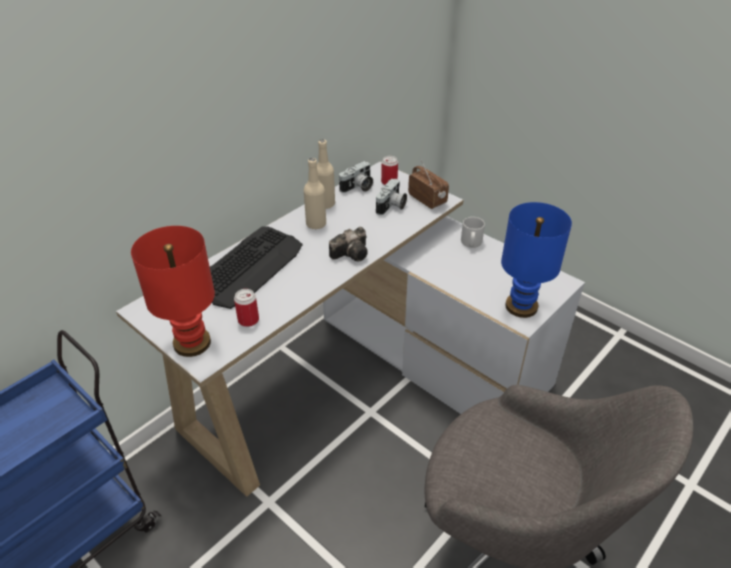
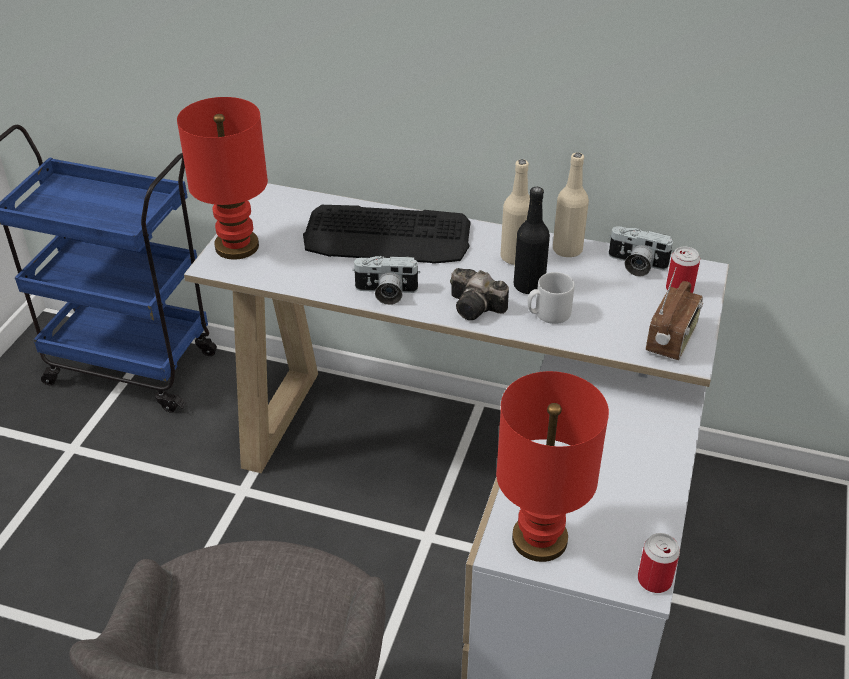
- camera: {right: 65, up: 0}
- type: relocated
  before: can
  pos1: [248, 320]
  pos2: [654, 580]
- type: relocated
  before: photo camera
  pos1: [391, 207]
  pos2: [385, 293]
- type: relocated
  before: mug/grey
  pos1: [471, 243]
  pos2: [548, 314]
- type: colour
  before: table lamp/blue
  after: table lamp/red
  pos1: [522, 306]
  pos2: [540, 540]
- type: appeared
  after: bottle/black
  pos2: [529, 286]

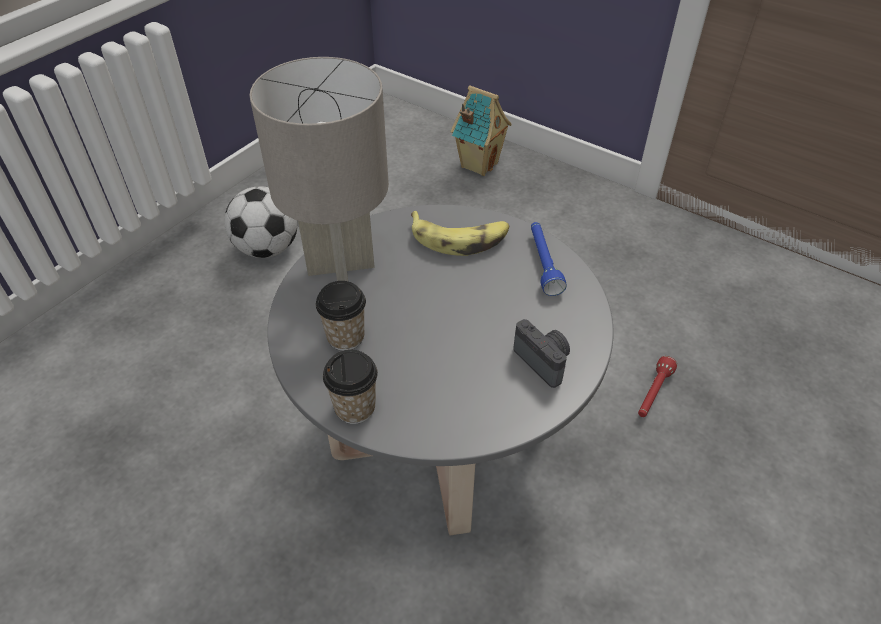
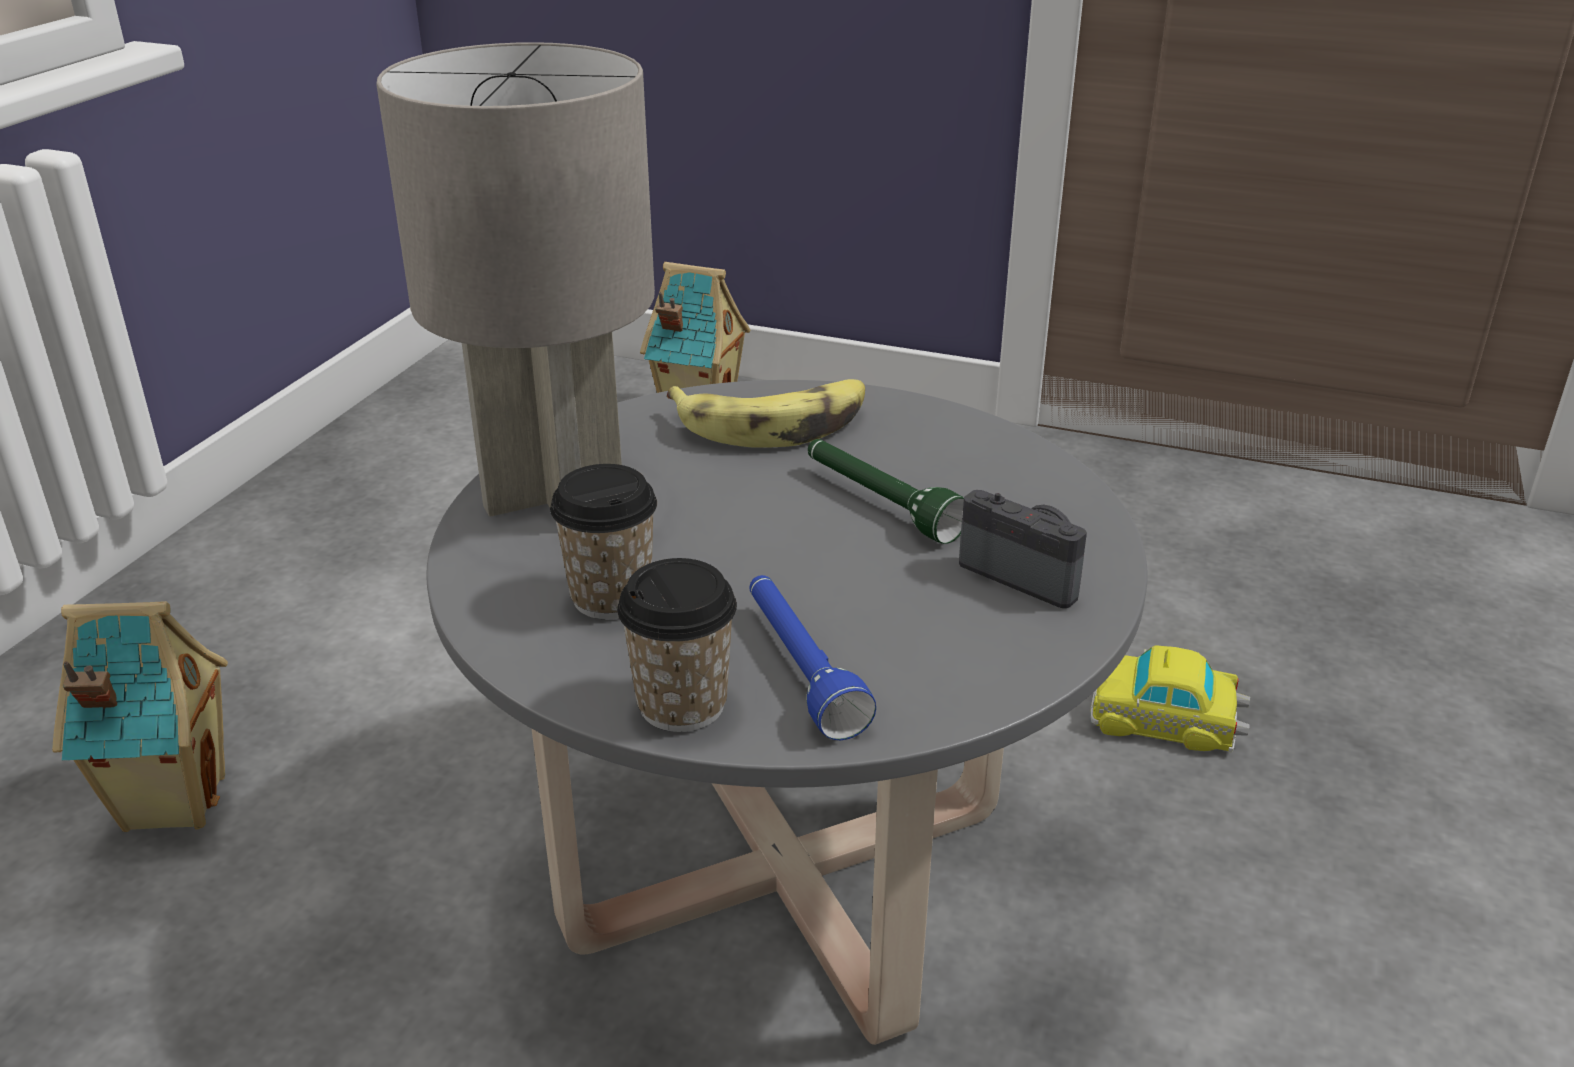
- camera: {right: -15, up: -15}
- type: missing
  before: football
  pos1: [267, 249]
- type: relocated
  before: flashlight/blue
  pos1: [543, 263]
  pos2: [800, 669]
- type: exchanged
  before: flashlight/red
  after: toy car
  pos1: [653, 393]
  pos2: [1167, 717]
- type: appeared
  after: toy house
  pos2: [171, 802]
- type: appeared
  after: flashlight/green
  pos2: [879, 504]

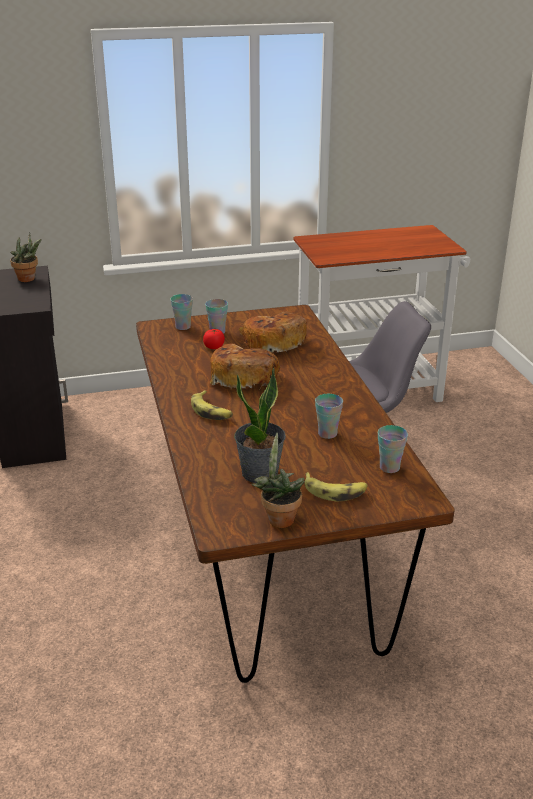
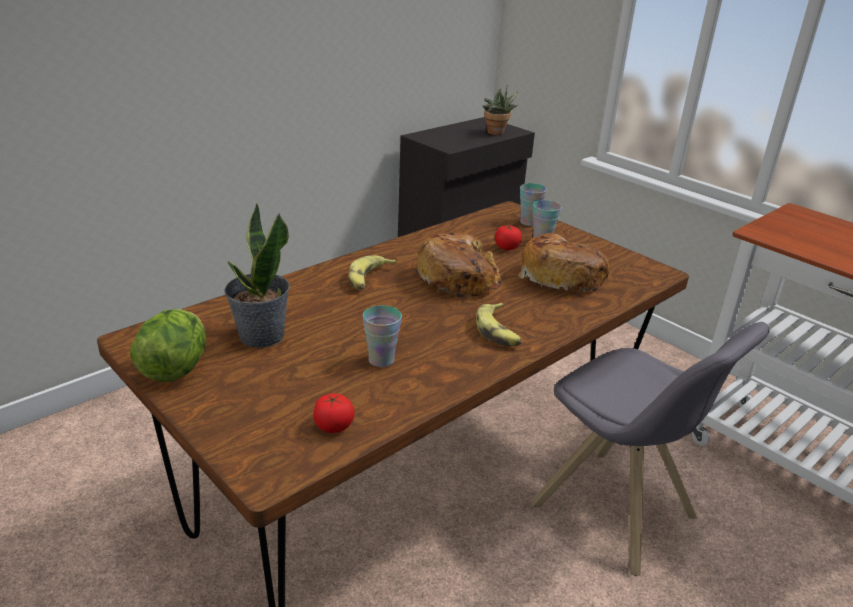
- camera: {right: 60, up: 0}
- type: exchanged
  before: potted plant
  after: lettuce
  pos1: [278, 518]
  pos2: [175, 369]
- type: relocated
  before: banana
  pos1: [335, 491]
  pos2: [499, 331]
- type: exchanged
  before: cup
  after: tomato
  pos1: [389, 467]
  pos2: [333, 426]

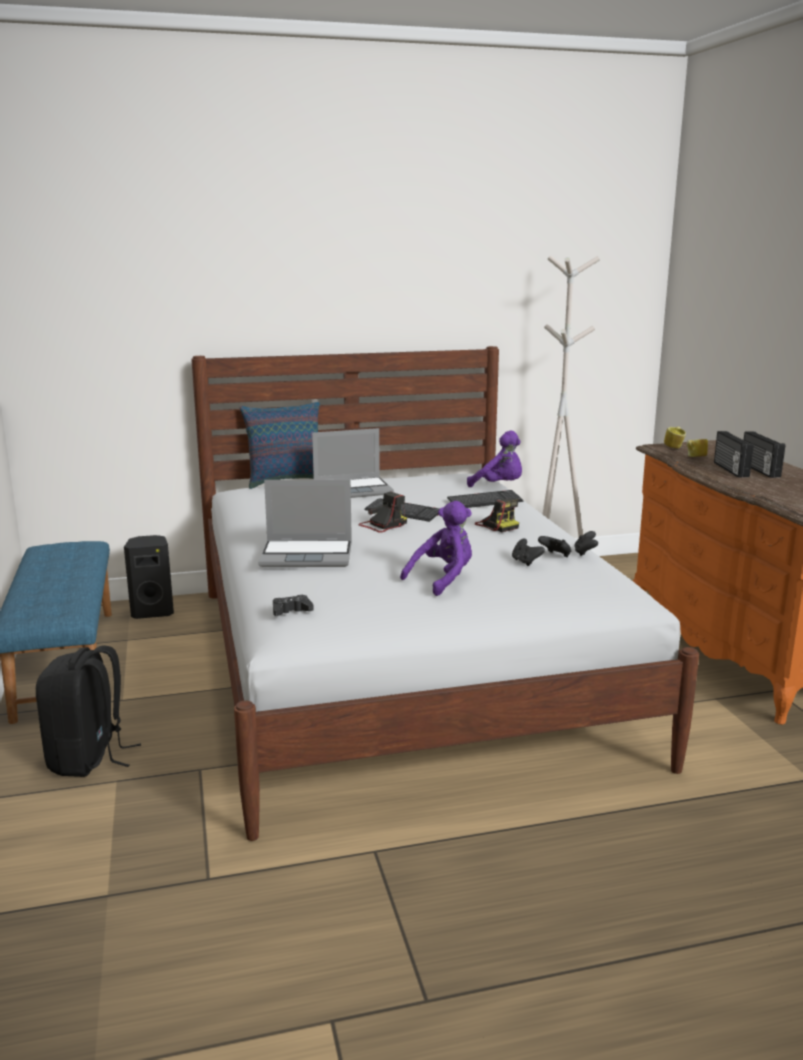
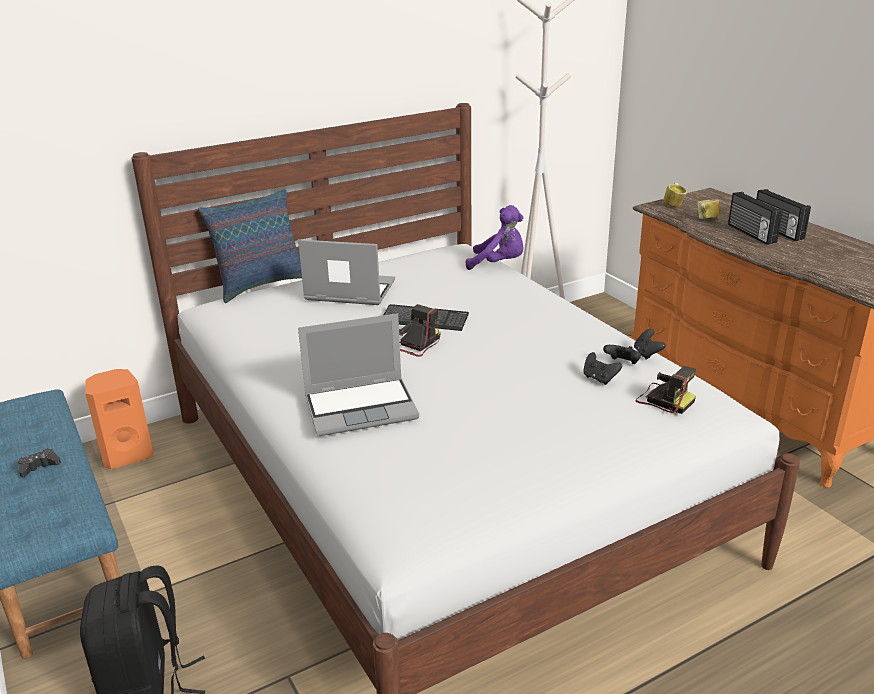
- camera: {right: -15, up: 10}
- type: colour
  before: speaker/black
  after: speaker/orange
  pos1: [153, 612]
  pos2: [127, 455]
- type: relocated
  before: game controller/black
  pos1: [291, 611]
  pos2: [39, 466]
- type: spun
  before: laptop
  pos1: [353, 490]
  pos2: [348, 291]
  turn: -135
- type: missing
  before: plush toy/purple
  pos1: [443, 579]
- type: missing
  before: keyboard
  pos1: [485, 501]
- type: relocated
  before: photo camera
  pos1: [497, 525]
  pos2: [663, 400]

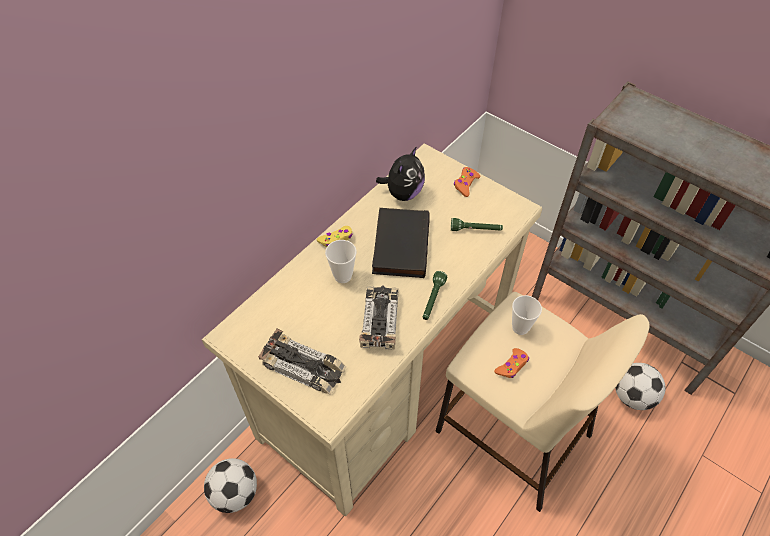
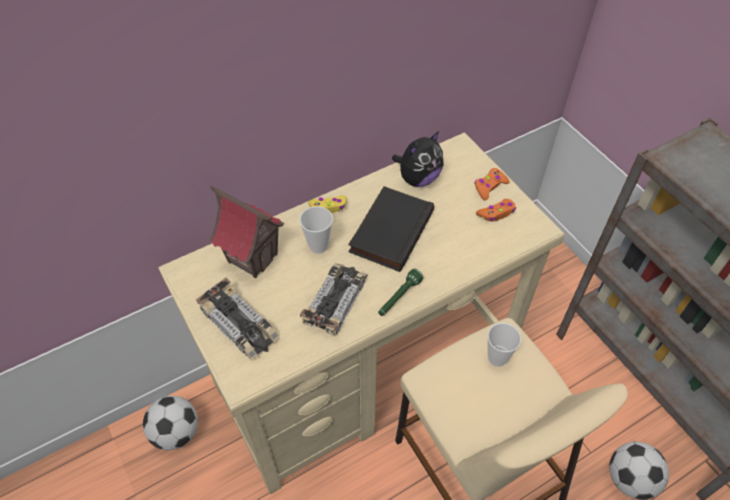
- camera: {right: 20, up: 0}
- type: missing
  before: flashlight/green
  pos1: [476, 230]
- type: relocated
  before: game controller/orange
  pos1: [512, 366]
  pos2: [496, 213]
- type: appeared
  after: toy house
  pos2: [253, 257]

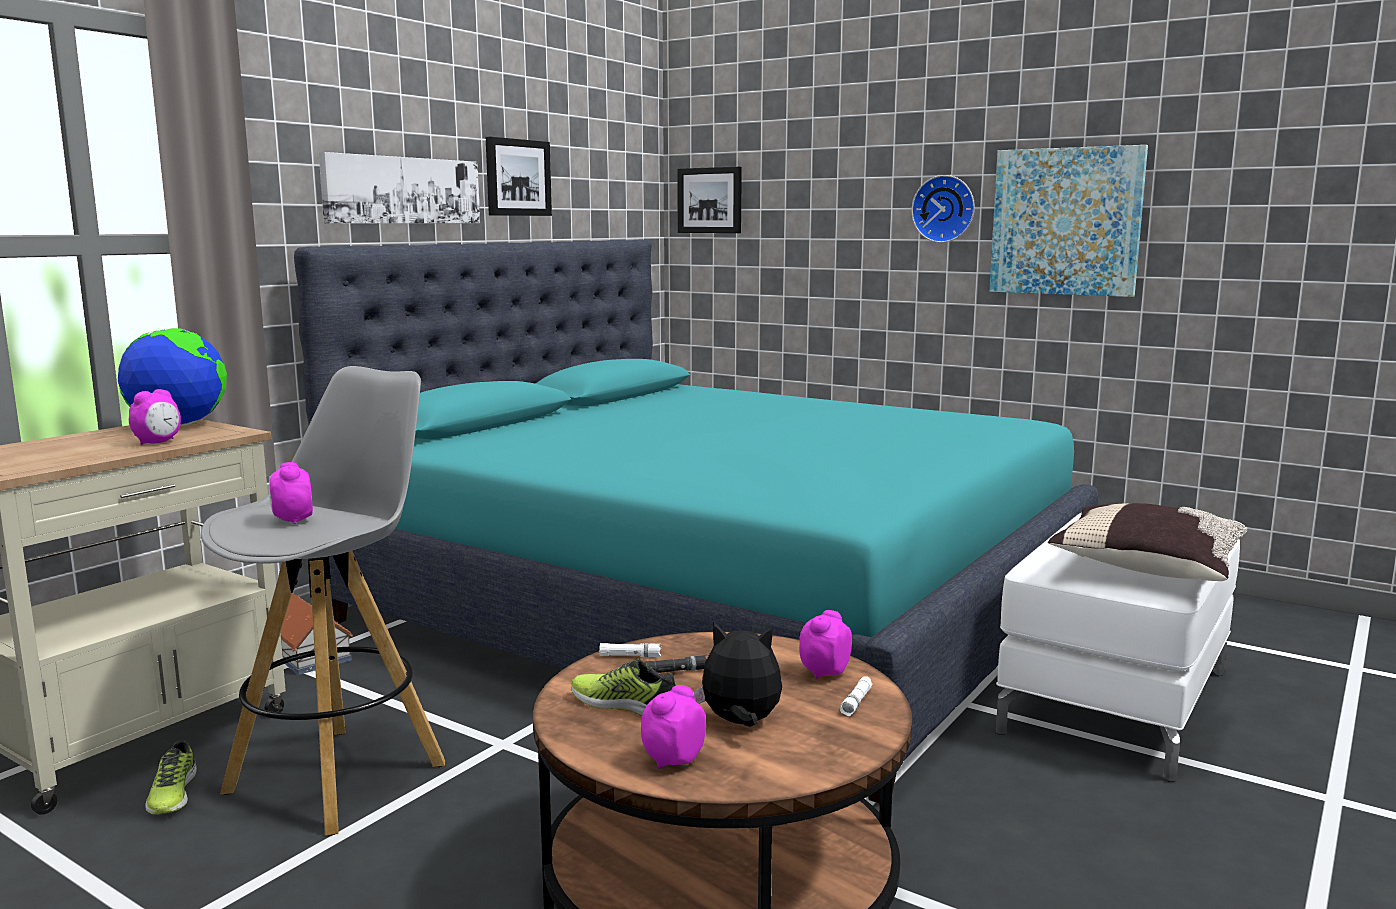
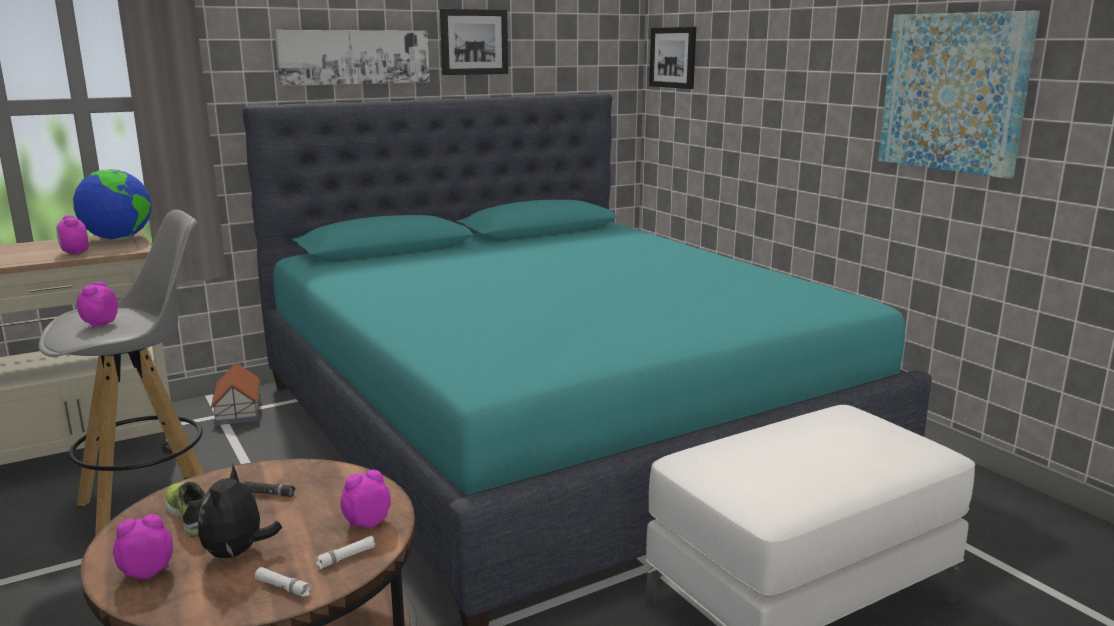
- camera: {right: 25, up: 5}
- type: spun
  before: alarm clock
  pos1: [158, 442]
  pos2: [75, 253]
  turn: 90
- type: missing
  before: shoe
  pos1: [172, 794]
- type: relocated
  before: flashlight/white
  pos1: [630, 656]
  pos2: [283, 587]
- type: spun
  before: plush toy
  pos1: [740, 723]
  pos2: [237, 553]
  turn: -120
- type: missing
  before: wall clock
  pos1: [944, 209]
- type: missing
  before: pillow
  pos1: [1147, 566]

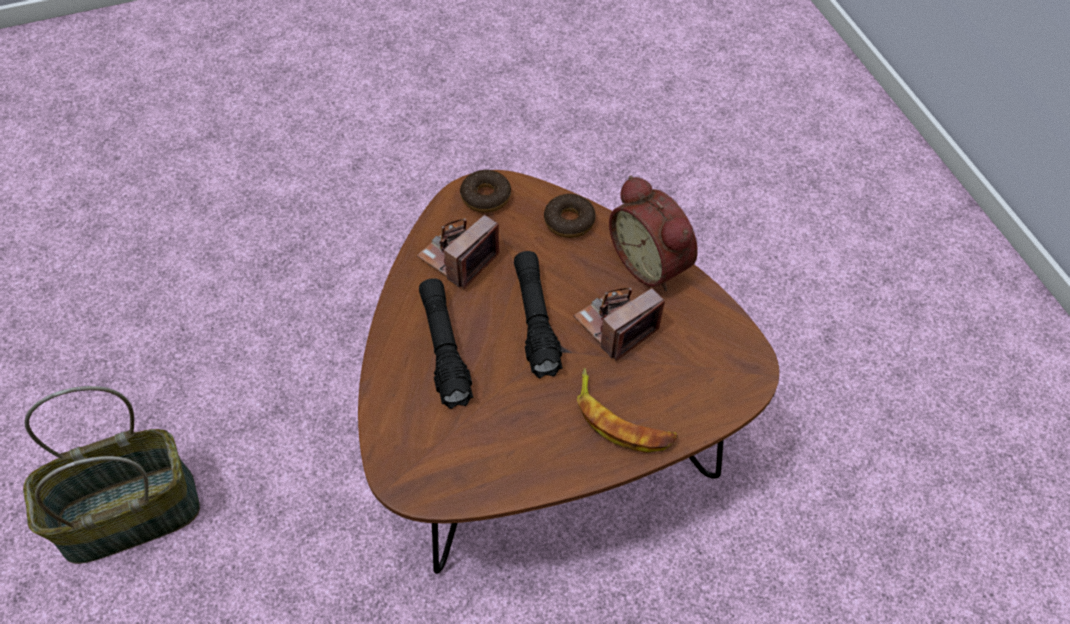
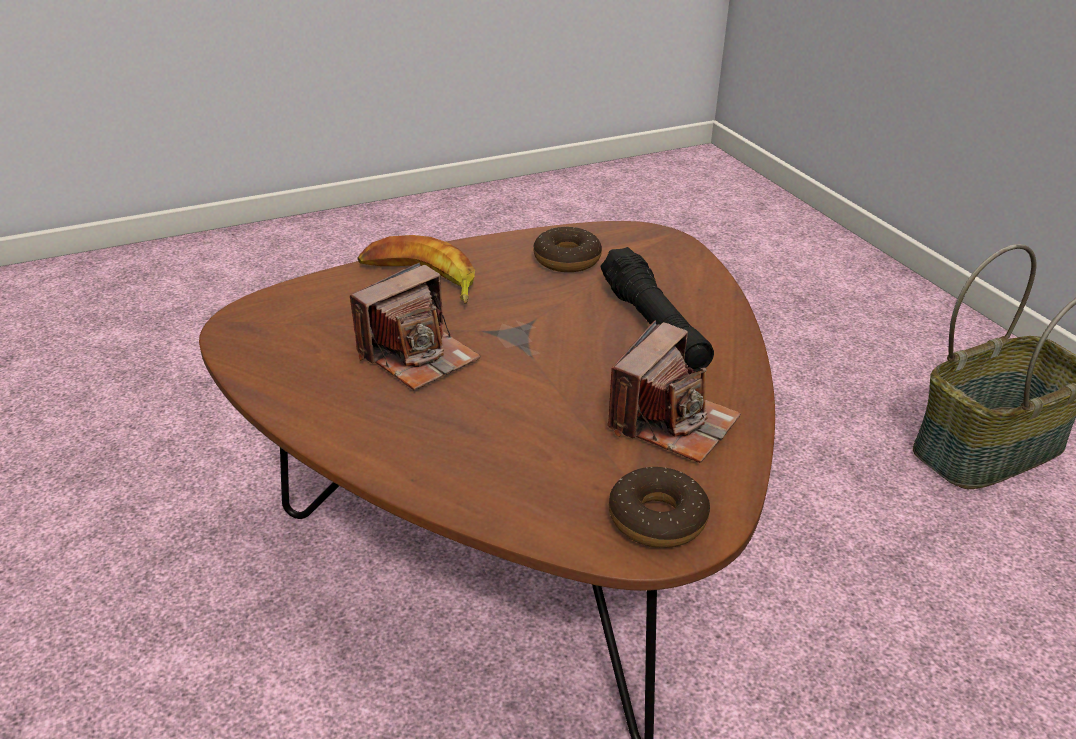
- camera: {right: 175, up: -20}
- type: missing
  before: flashlight/black
  pos1: [535, 320]
- type: relocated
  before: donut
  pos1: [569, 221]
  pos2: [567, 259]
- type: missing
  before: alarm clock
  pos1: [652, 263]

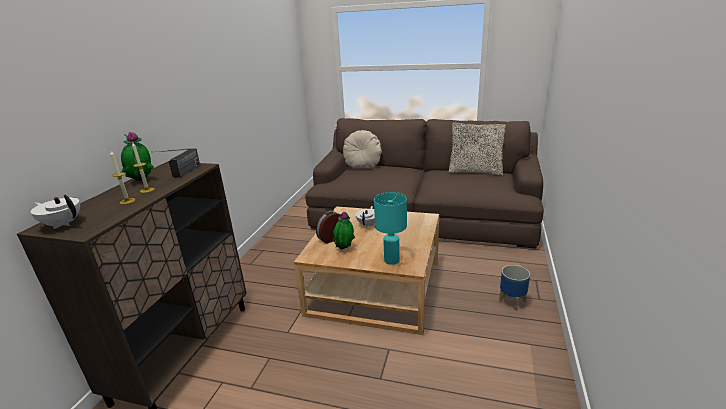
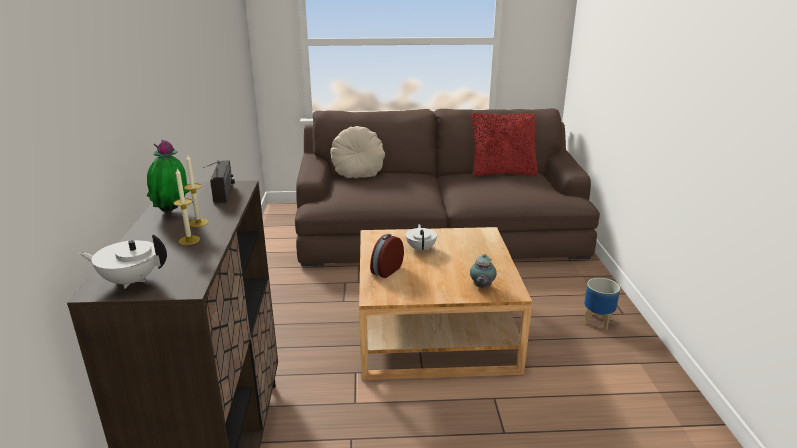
- camera: {right: -20, up: 0}
- type: missing
  before: potted plant
  pos1: [344, 249]
- type: exchanged
  before: table lamp/turquoise
  after: teapot
  pos1: [391, 260]
  pos2: [481, 287]
- type: colour
  before: pillow/beige
  after: pillow/red
  pos1: [475, 170]
  pos2: [502, 171]

